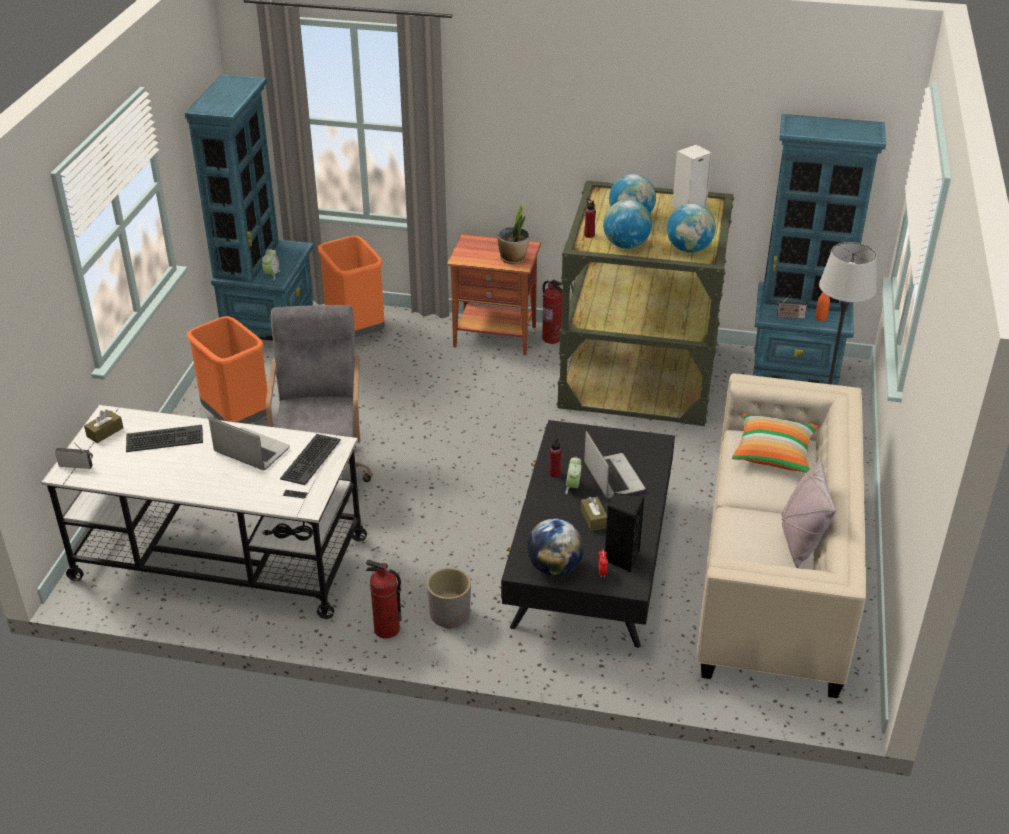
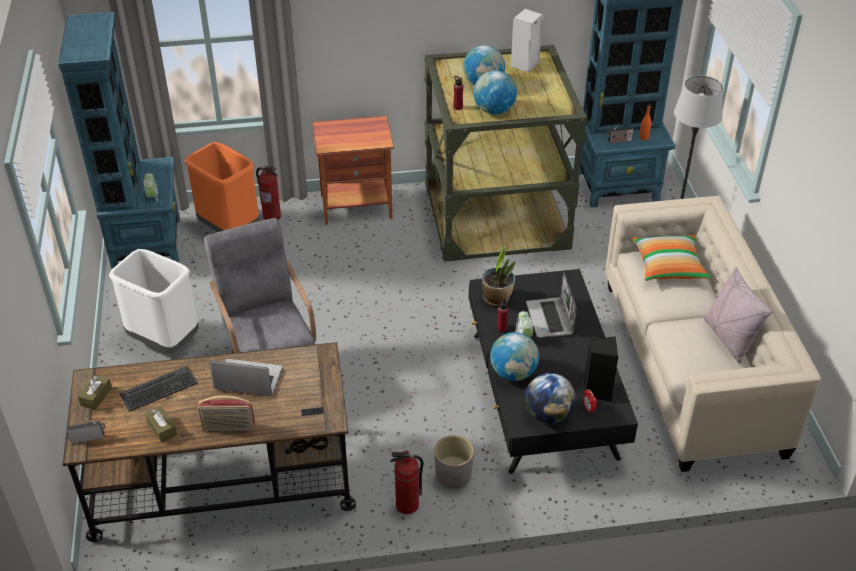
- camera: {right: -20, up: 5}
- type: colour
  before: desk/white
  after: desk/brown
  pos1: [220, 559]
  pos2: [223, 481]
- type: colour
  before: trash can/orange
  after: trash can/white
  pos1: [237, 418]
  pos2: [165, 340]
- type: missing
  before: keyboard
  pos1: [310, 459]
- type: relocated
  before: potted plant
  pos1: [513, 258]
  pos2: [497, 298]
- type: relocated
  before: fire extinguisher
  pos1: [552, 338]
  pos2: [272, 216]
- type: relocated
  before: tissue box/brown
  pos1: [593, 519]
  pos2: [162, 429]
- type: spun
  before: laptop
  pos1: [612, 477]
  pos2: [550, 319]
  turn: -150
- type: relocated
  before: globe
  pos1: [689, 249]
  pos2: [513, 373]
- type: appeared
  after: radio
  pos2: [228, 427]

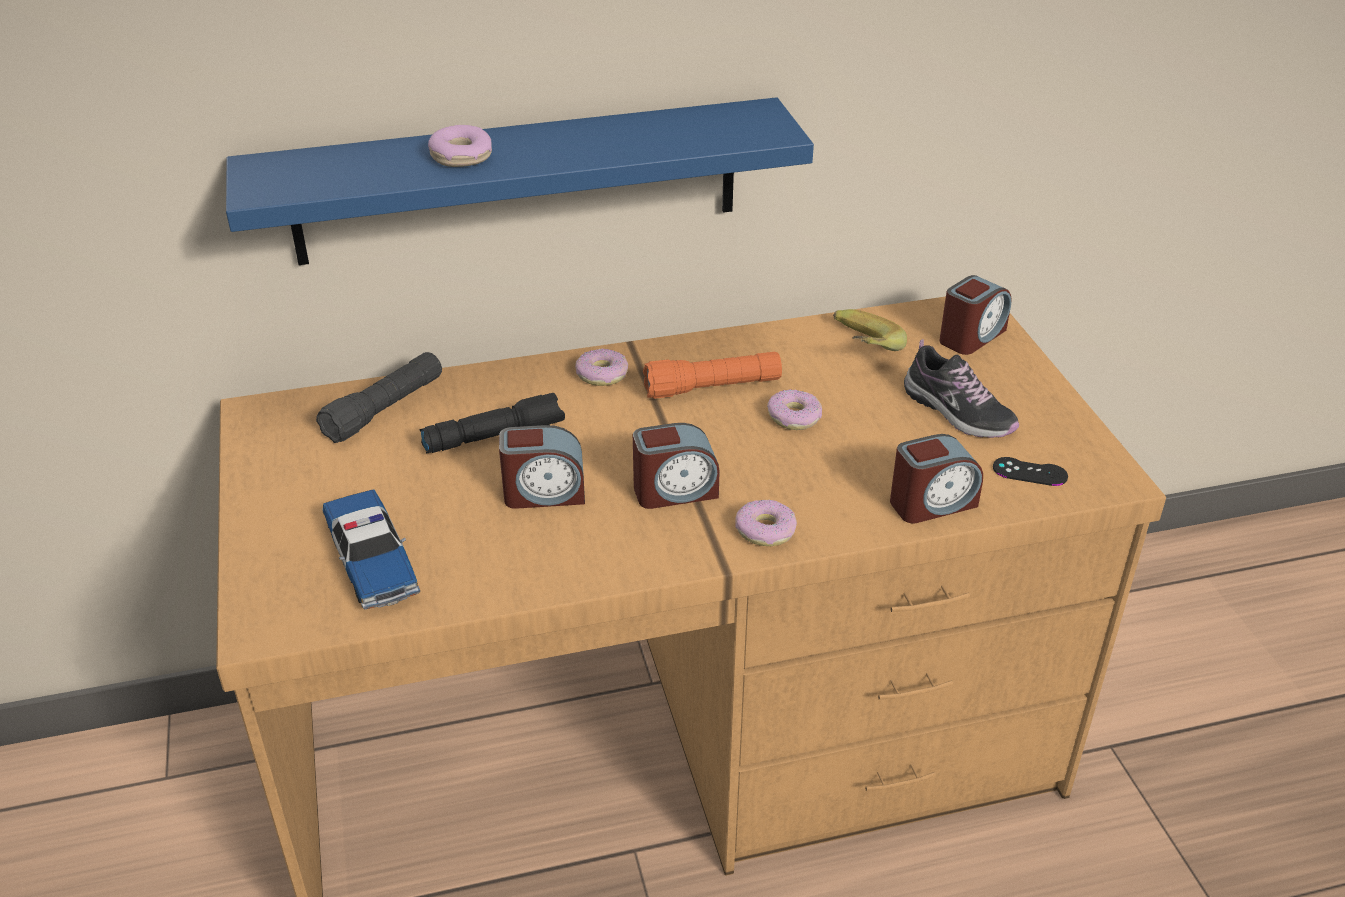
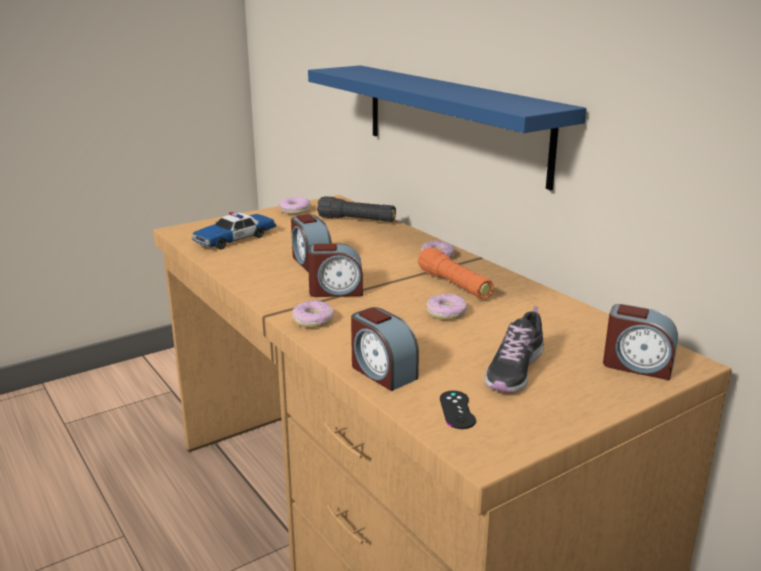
- camera: {right: 70, up: -15}
- type: missing
  before: flashlight/black
  pos1: [494, 435]
- type: relocated
  before: donut
  pos1: [461, 157]
  pos2: [295, 211]
- type: spun
  before: alarm clock
  pos1: [675, 491]
  pos2: [336, 291]
  turn: -60
- type: missing
  before: banana
  pos1: [858, 352]

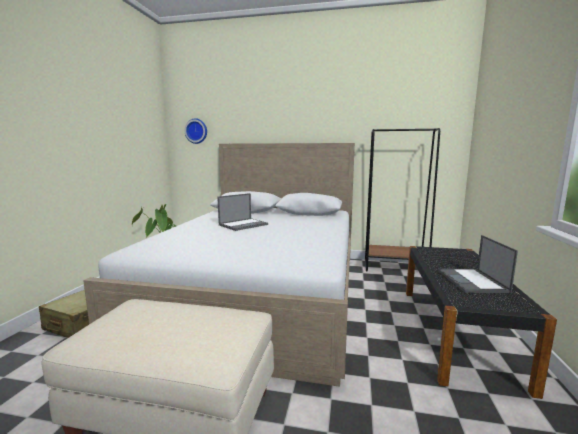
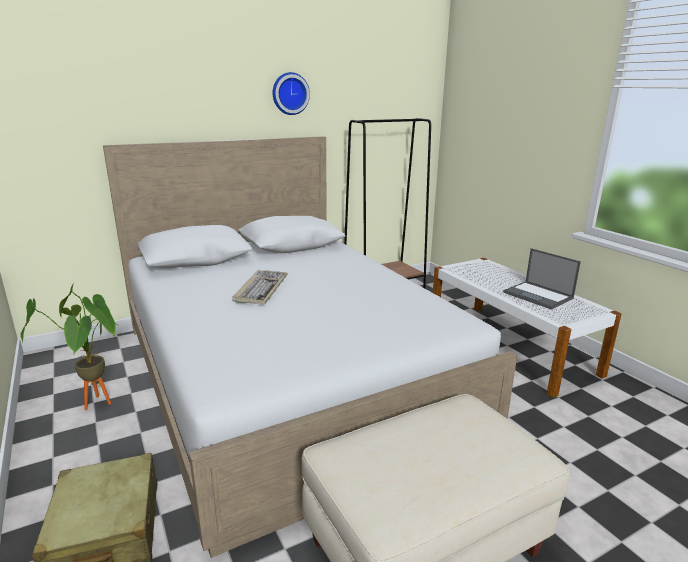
- camera: {right: -40, up: 10}
- type: relocated
  before: wall clock
  pos1: [196, 131]
  pos2: [289, 93]
- type: exchanged
  before: laptop
  after: keyboard
  pos1: [243, 225]
  pos2: [261, 289]
- type: colour
  before: bench/black
  after: bench/white
  pos1: [456, 332]
  pos2: [510, 345]

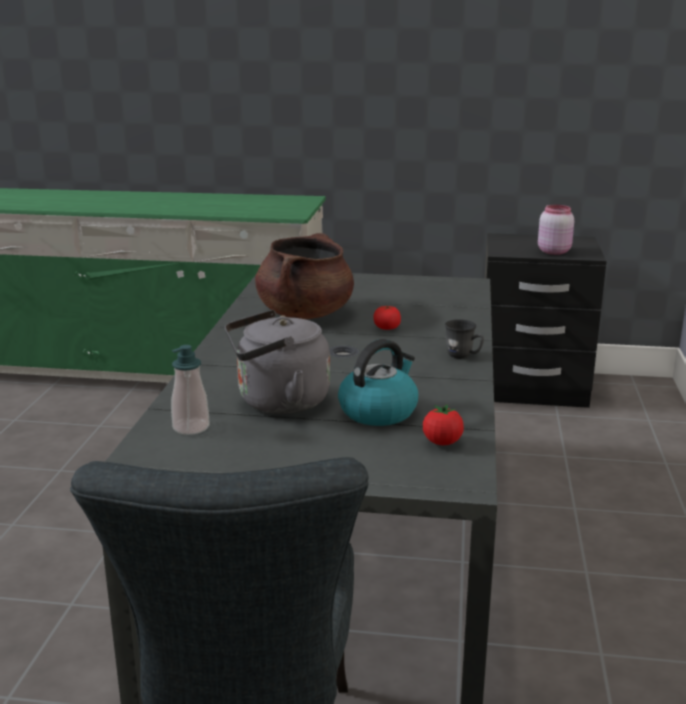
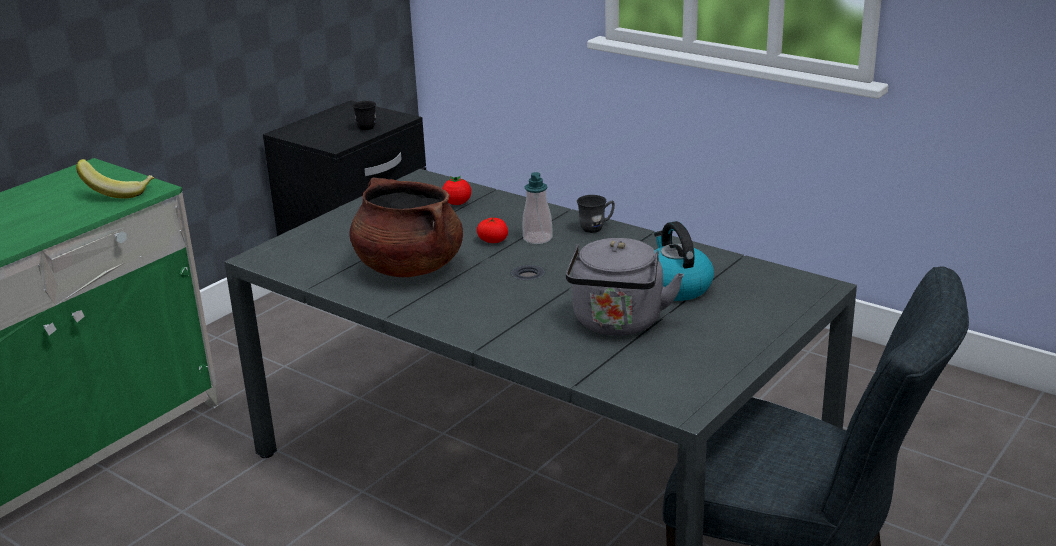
- camera: {right: -60, up: 5}
- type: relocated
  before: soap dispenser
  pos1: [191, 427]
  pos2: [537, 238]
- type: relocated
  before: tomato
  pos1: [442, 442]
  pos2: [457, 203]
- type: exchanged
  before: jar/pink
  after: mug/black
  pos1: [554, 251]
  pos2: [366, 126]
- type: appeared
  after: banana
  pos2: [119, 192]

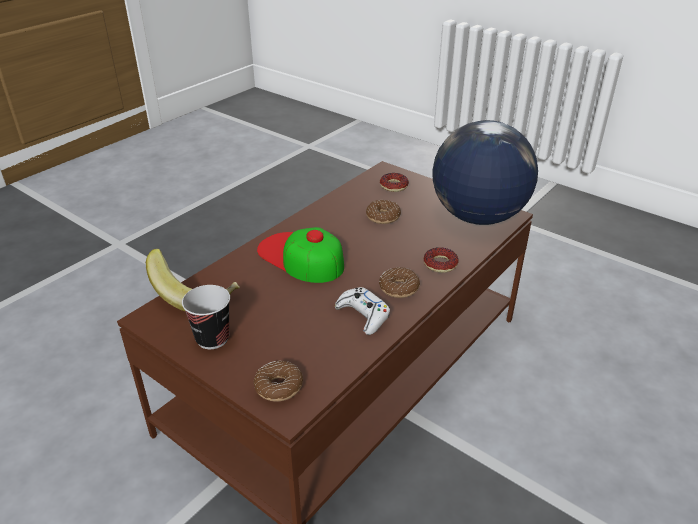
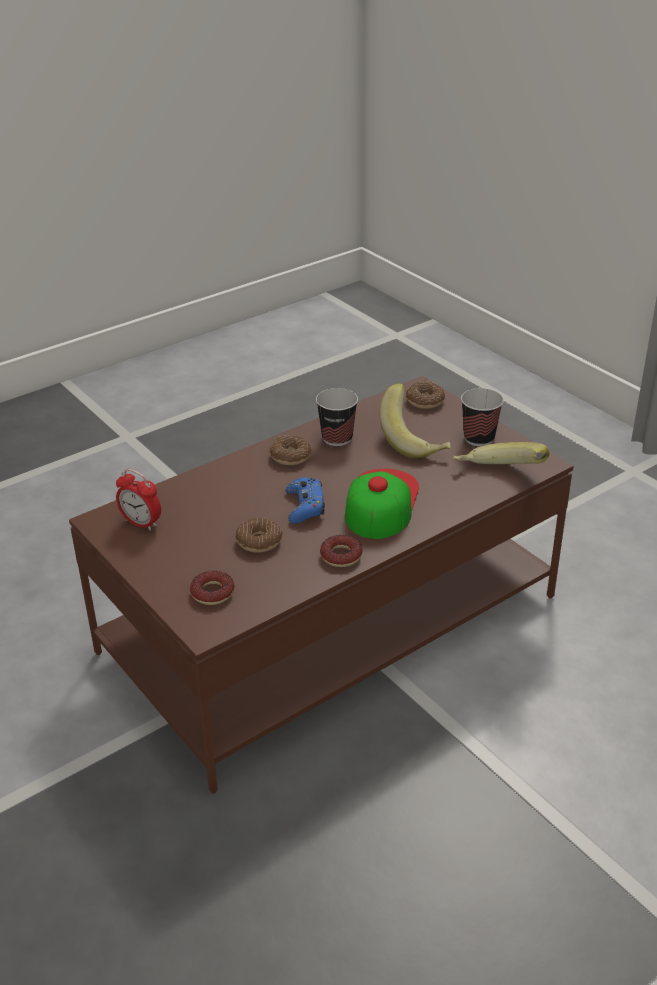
- camera: {right: -165, up: 0}
- type: spun
  before: cap
  pos1: [300, 257]
  pos2: [381, 502]
  turn: -135
- type: exchanged
  before: game controller/white
  after: cup
  pos1: [363, 315]
  pos2: [337, 438]
- type: relocated
  before: donut
  pos1: [440, 264]
  pos2: [341, 556]
- type: exchanged
  before: globe
  after: alarm clock
  pos1: [477, 217]
  pos2: [141, 523]
- type: appeared
  after: game controller/blue
  pos2: [305, 506]
- type: appeared
  after: banana
  pos2: [415, 441]

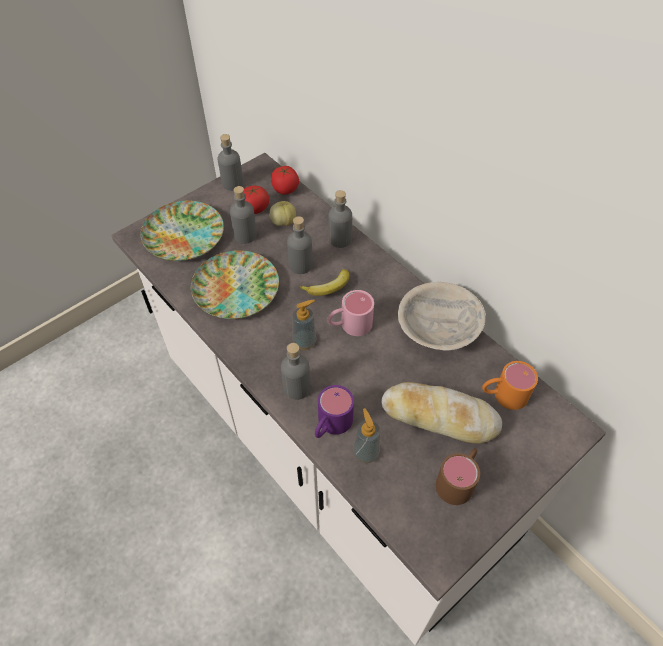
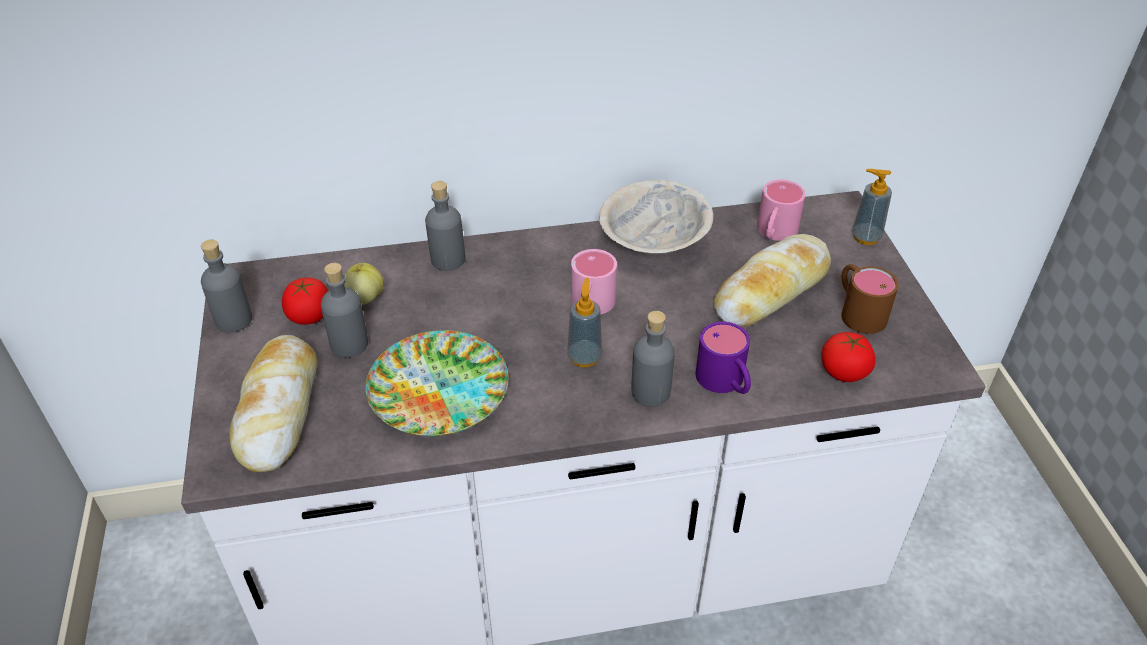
- camera: {right: -60, up: -10}
- type: exchanged
  before: plate
  after: bread
  pos1: [184, 234]
  pos2: [279, 410]
- type: relocated
  before: tomato
  pos1: [285, 189]
  pos2: [843, 371]
- type: missing
  before: bottle/grey
  pos1: [300, 265]
- type: missing
  before: banana
  pos1: [328, 287]
- type: relocated
  before: soap dispenser
  pos1: [366, 452]
  pos2: [865, 237]
- type: colour
  before: mug/orange
  after: mug/pink
  pos1: [503, 395]
  pos2: [774, 233]

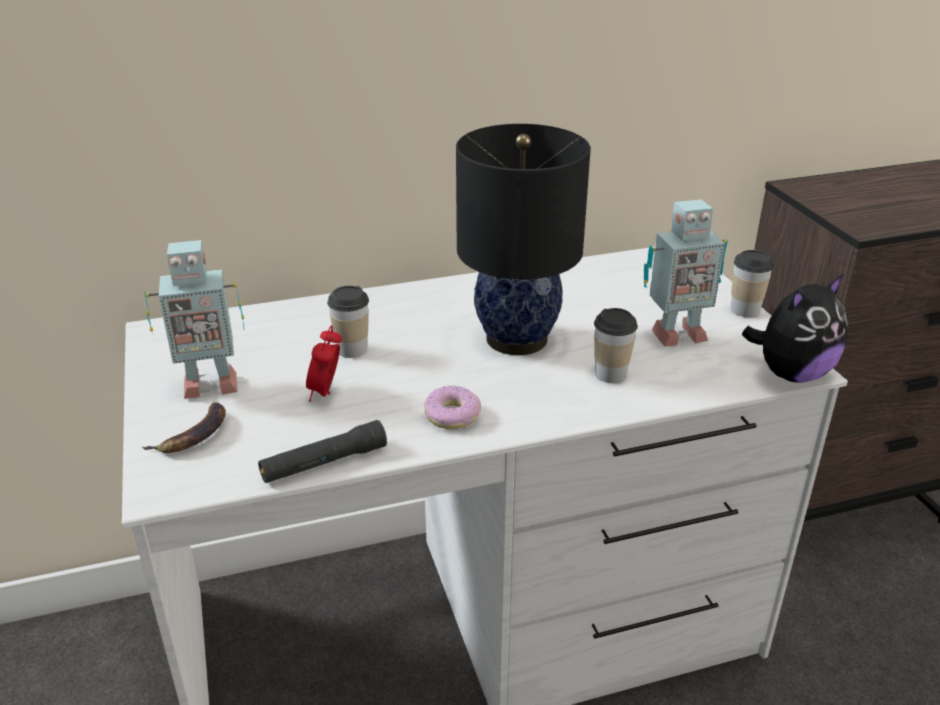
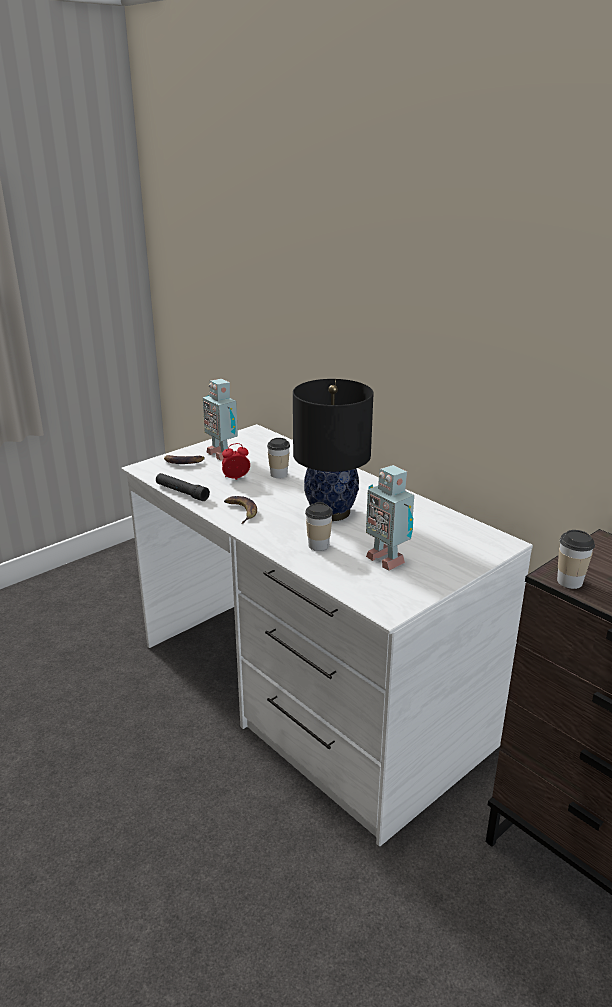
- camera: {right: 65, up: -5}
- type: exchanged
  before: donut
  after: banana
  pos1: [452, 415]
  pos2: [241, 511]
- type: relocated
  before: cup
  pos1: [745, 310]
  pos2: [569, 581]
- type: missing
  before: plush toy
  pos1: [791, 374]

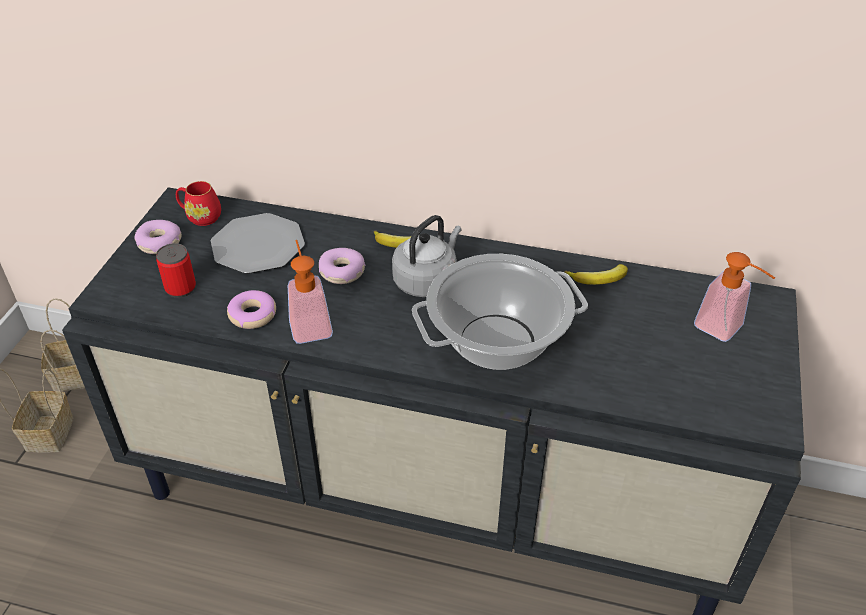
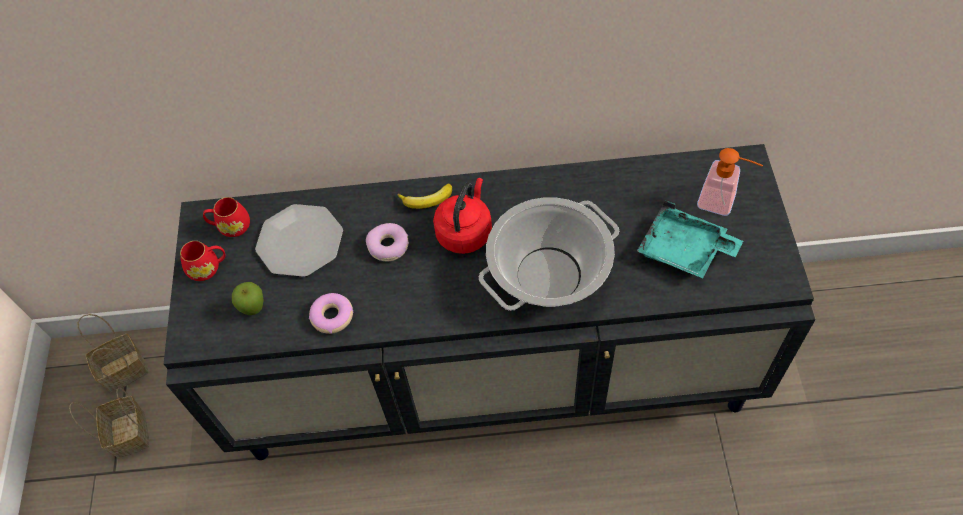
- camera: {right: -15, up: 15}
- type: exchanged
  before: donut
  after: mug/red
  pos1: [159, 243]
  pos2: [208, 268]
- type: exchanged
  before: can
  after: apple
  pos1: [180, 288]
  pos2: [254, 310]
- type: missing
  before: soap dispenser
  pos1: [309, 323]
- type: colour
  before: kettle/grey
  after: kettle/red
  pos1: [427, 280]
  pos2: [465, 231]
- type: missing
  before: banana
  pos1: [598, 280]
- type: appeared
  after: tray/turquoise
  pos2: [684, 250]

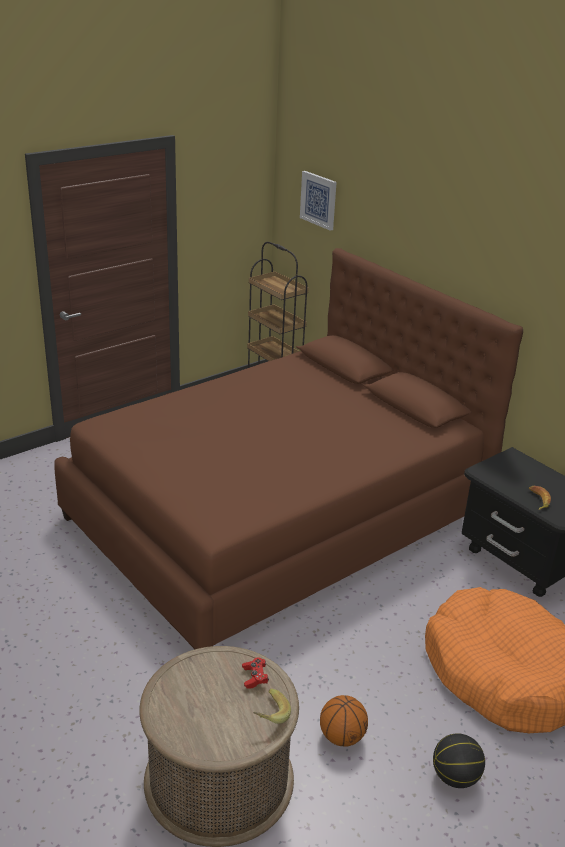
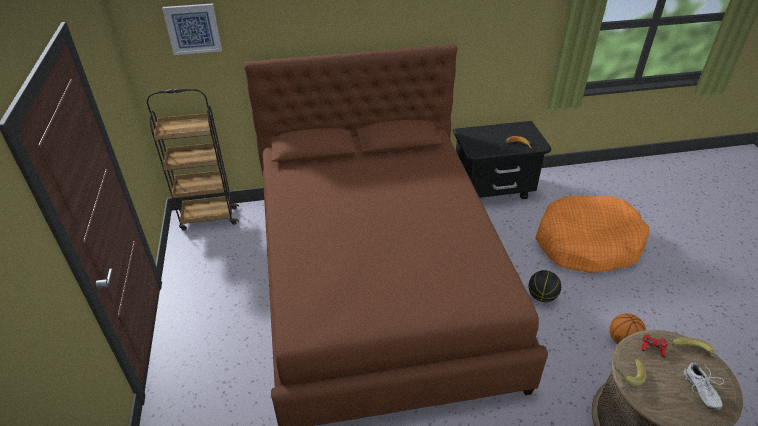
- camera: {right: -60, up: 10}
- type: relocated
  before: basketball
  pos1: [455, 777]
  pos2: [541, 296]
- type: appeared
  after: banana
  pos2: [626, 375]
- type: appeared
  after: shoe/white
  pos2: [700, 391]

